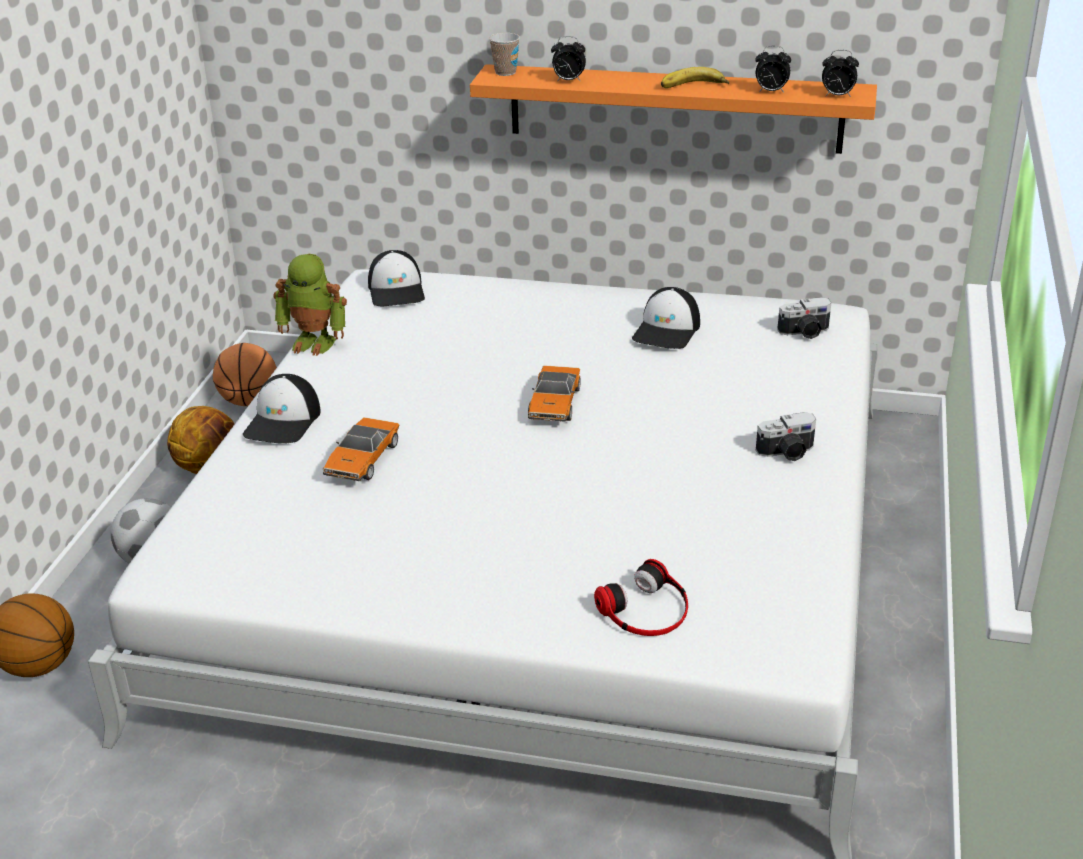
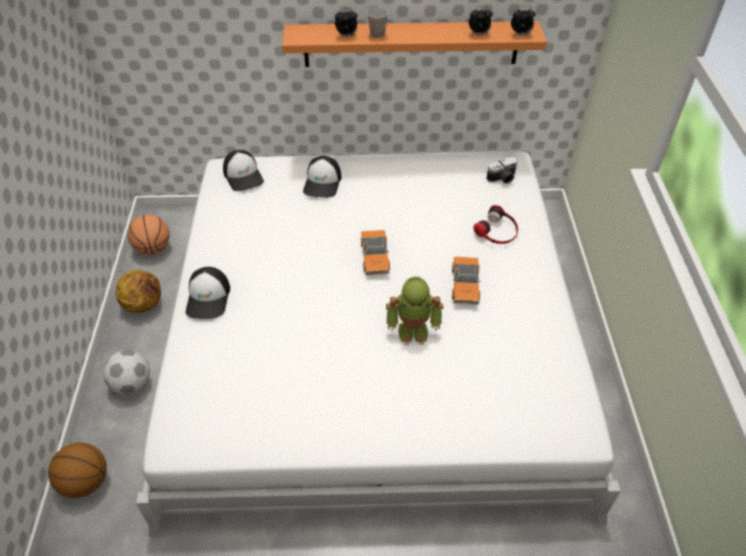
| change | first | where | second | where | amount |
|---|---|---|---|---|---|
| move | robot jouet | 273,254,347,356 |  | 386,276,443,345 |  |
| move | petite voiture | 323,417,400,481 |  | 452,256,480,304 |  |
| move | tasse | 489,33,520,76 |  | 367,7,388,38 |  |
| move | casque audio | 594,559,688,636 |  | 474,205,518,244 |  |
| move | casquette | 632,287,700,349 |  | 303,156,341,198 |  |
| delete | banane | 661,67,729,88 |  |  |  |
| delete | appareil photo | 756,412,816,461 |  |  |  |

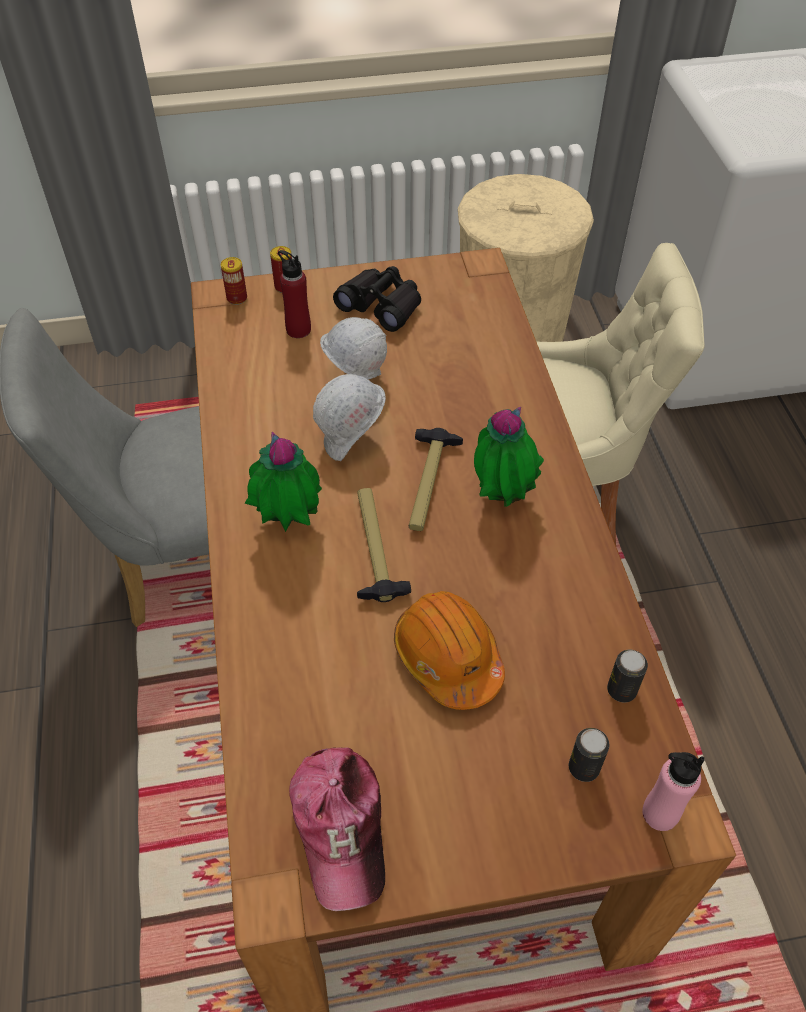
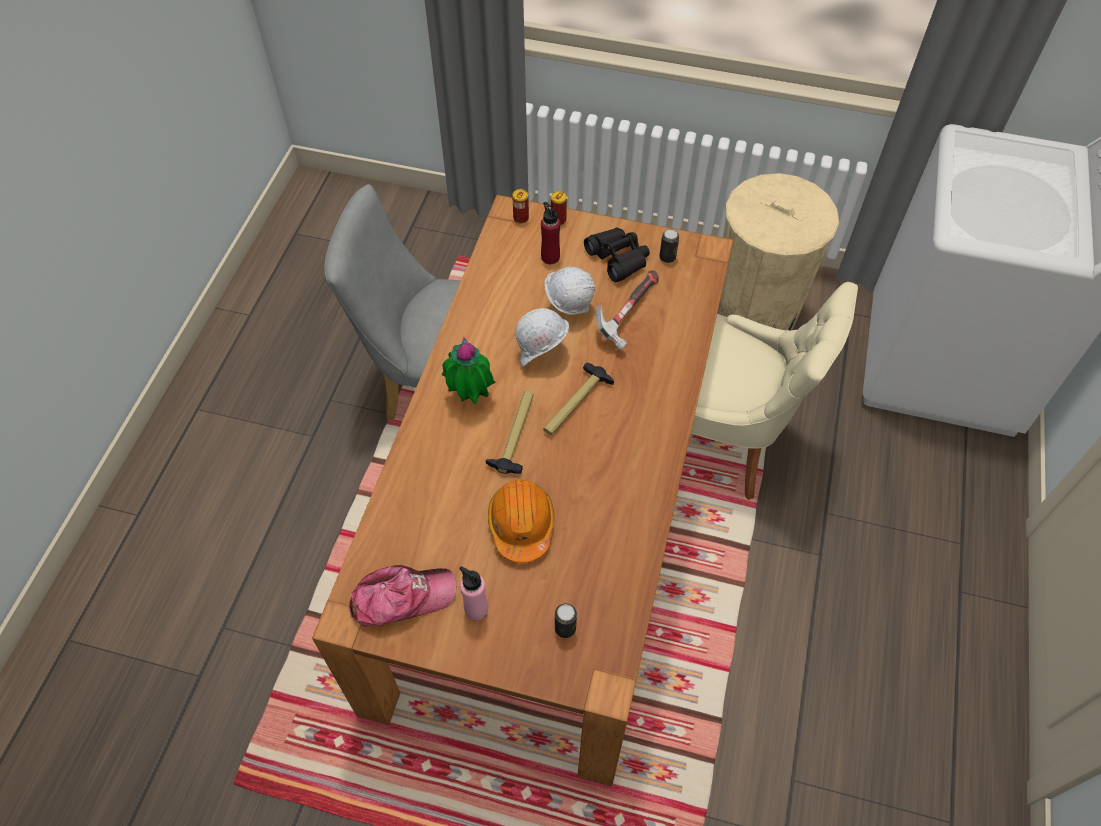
| change | first | where | second | where | amount |
|---|---|---|---|---|---|
| rotate | casquette | 289,747,385,911 |  | 349,565,456,627 | 120 degrees counterclockwise |
| delete | plante en pot | 474,407,544,507 |  |  |  |
| move | boîte métallique | 607,650,648,703 |  | 659,229,679,263 |  |
| move | bouteille (rose) | 642,752,704,831 |  | 459,566,488,621 |  |
| insert |  |  | marteau | 596,270,659,350 |  |

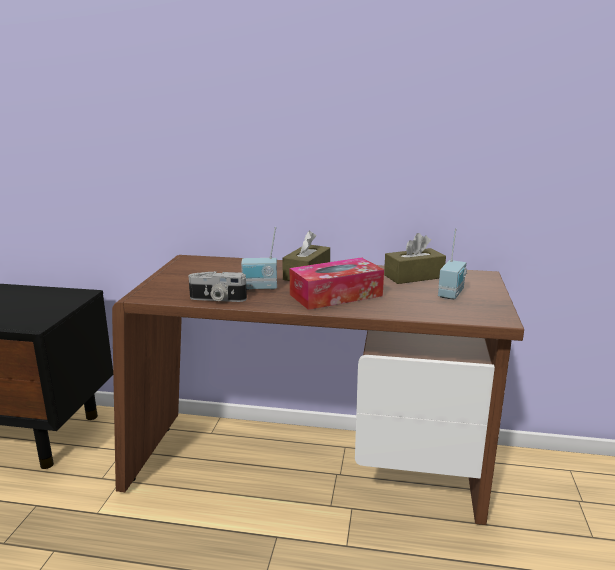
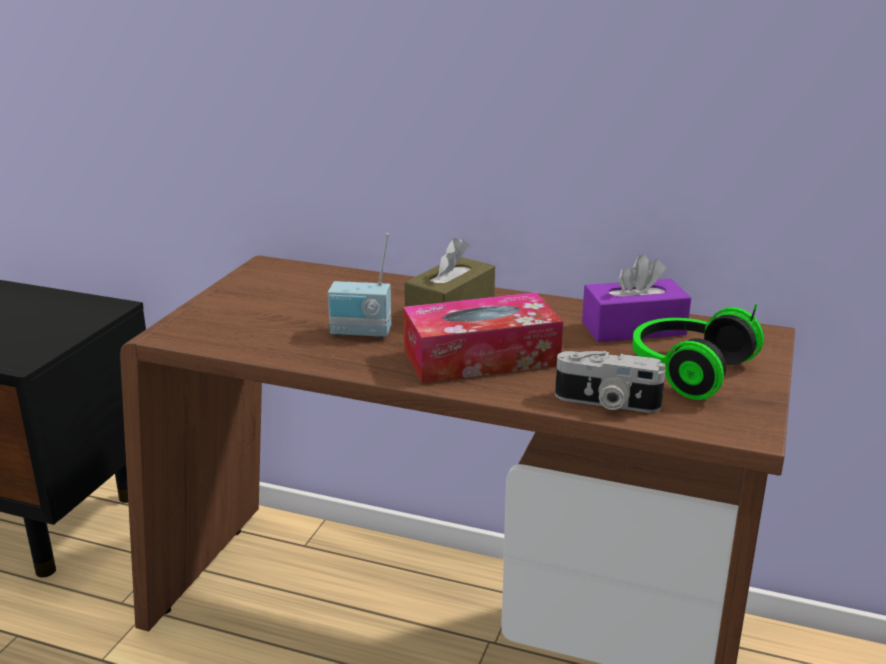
| change | first | where | second | where | amount |
|---|---|---|---|---|---|
| move | appareil photo | 188,271,247,302 |  | 555,351,666,413 |  |
| recolor | boîte à mouchoirs (marron) | 384,233,446,284 | boîte à mouchoirs (violet) | 582,254,691,342 |  |
| replace | radio | 438,228,467,300 | casque audio | 632,303,764,400 |  |

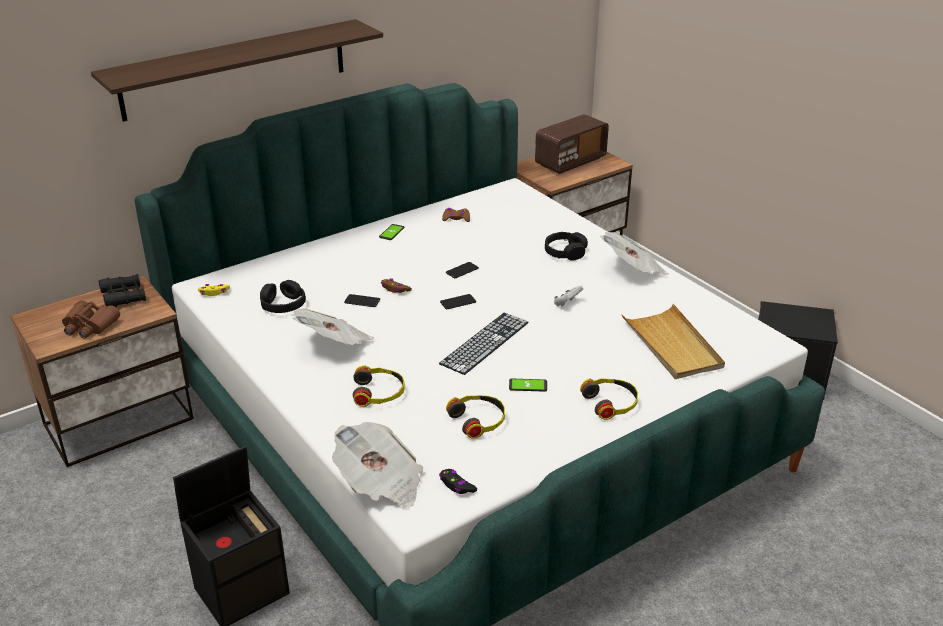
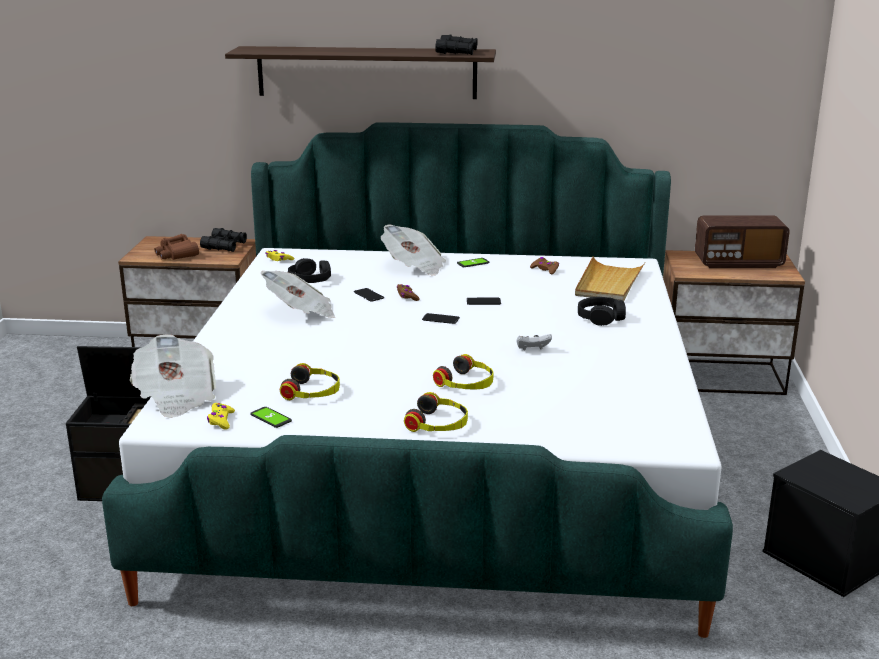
| change | first | where | second | where | amount |
|---|---|---|---|---|---|
| move | casque audio | 353,365,405,407 |  | 433,354,494,390 |  |
| delete | clavier | 439,313,529,375 |  |  |  |
| recolor | manette (noir) | 439,469,477,494 | manette (jaune) | 207,403,235,430 |  |
| move | téléphone | 509,379,547,392 |  | 250,407,292,428 |  |
| move | journal | 600,232,669,275 |  | 381,224,446,276 |  |
| move | plateau (beige) | 622,304,725,379 |  | 575,256,645,302 |  |
| insert |  |  | jumelles (noir) | 435,34,478,55 |  |

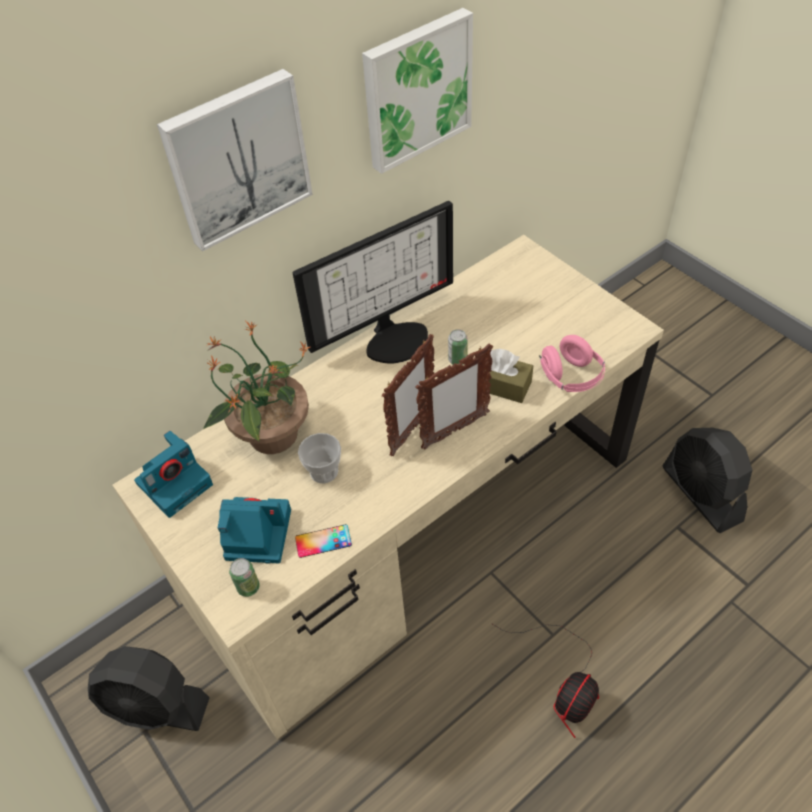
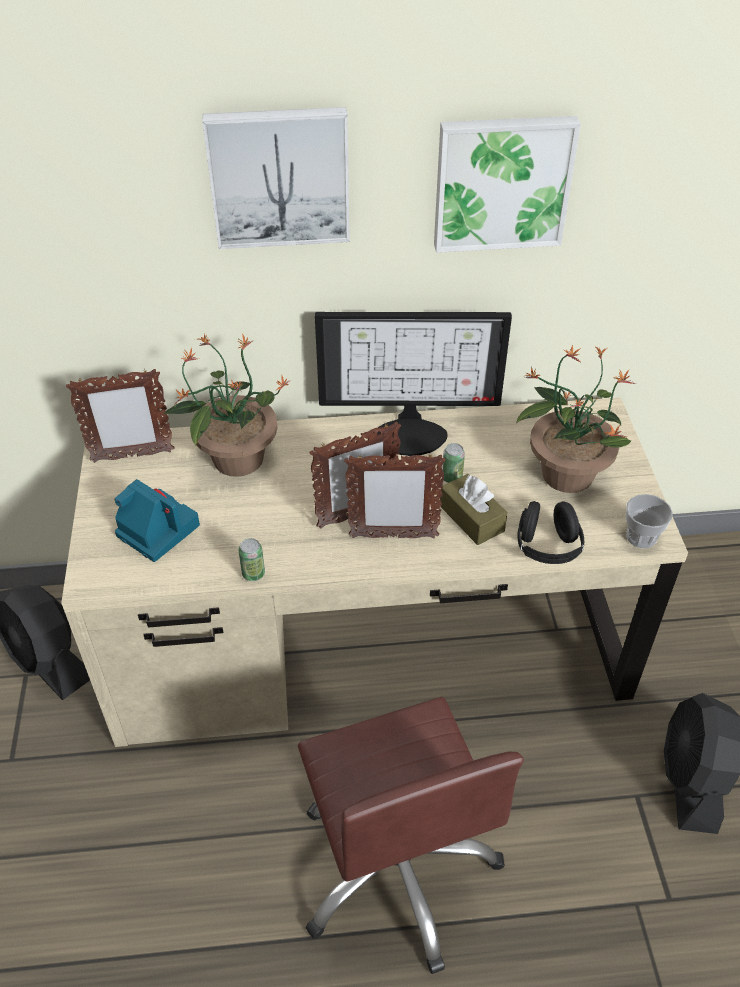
| change | first | where | second | where | amount |
|---|---|---|---|---|---|
| replace | appareil photo | 134,431,213,518 | cadre photo | 66,369,175,463 |  |
| move | boîte métallique | 229,558,260,597 |  | 239,538,265,581 |  |
| delete | téléphone | 295,524,352,558 |  |  |  |
| move | tasse | 298,433,341,484 |  | 626,494,673,548 |  |
| replace | ventilateur | 493,624,599,738 | chaise de bureau (marron) | 298,697,524,974 |  |
| recolor | casque audio (rose) | 539,335,605,392 | casque audio (noir) | 517,501,584,564 |  |
| insert |  |  | plante en pot | 516,345,636,493 |  |

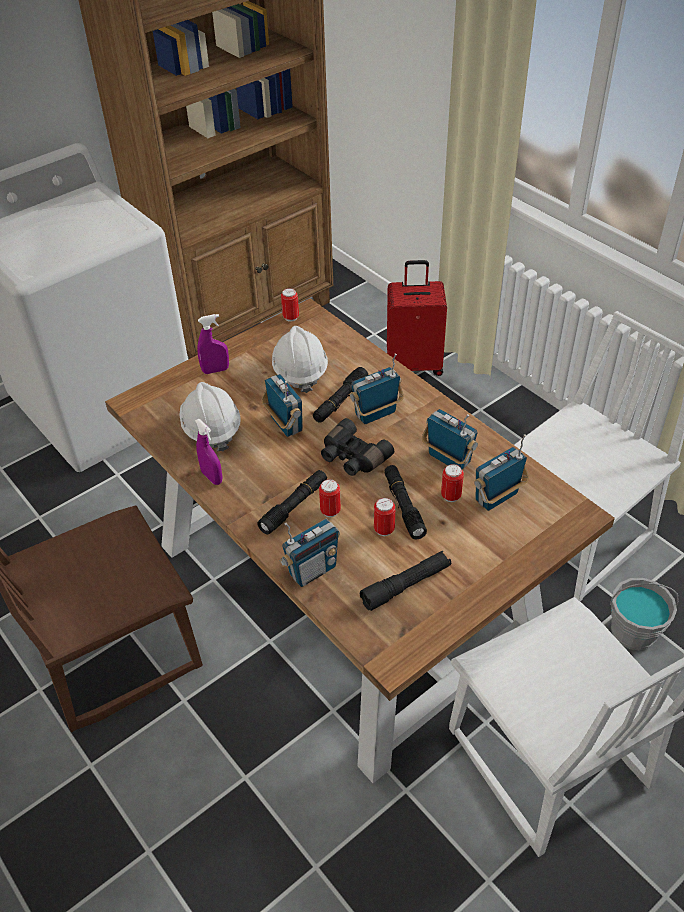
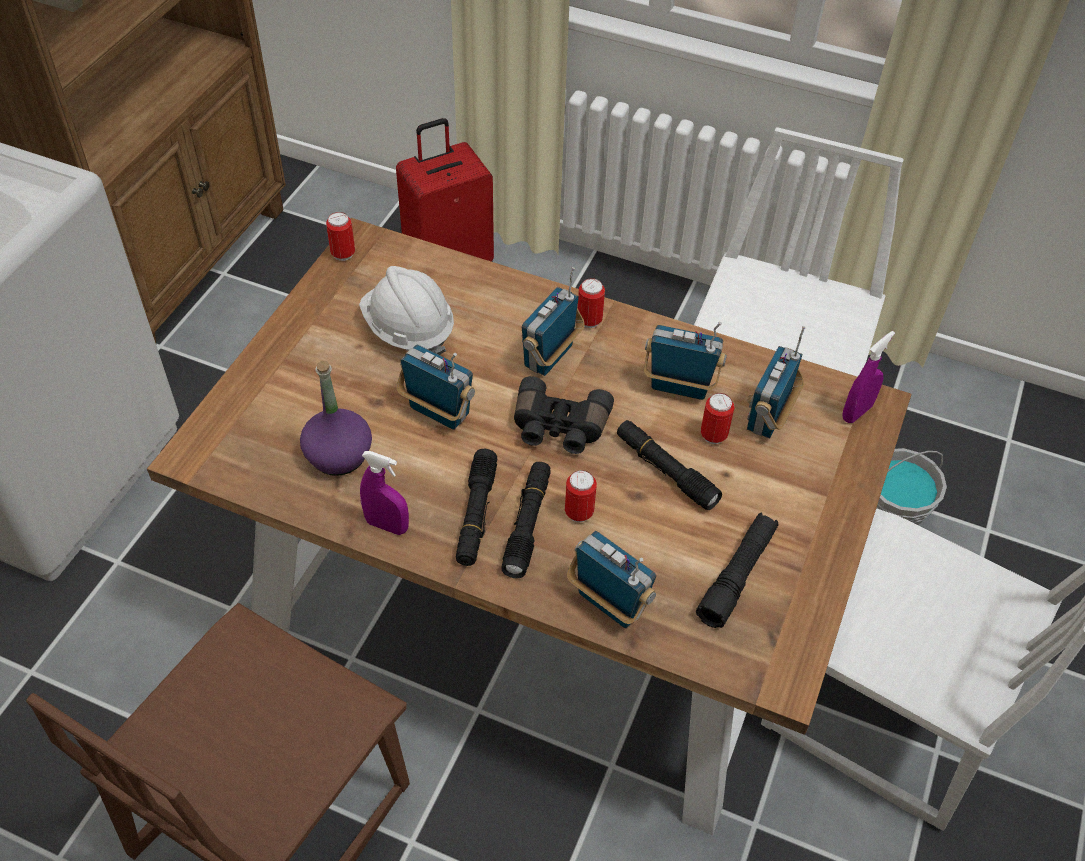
| change | first | where | second | where | amount |
|---|---|---|---|---|---|
| replace | casque de chantier (blanc) | 180,382,240,452 | bouteille (violet) | 300,361,372,476 |  |
| move | vaporisateur (violet) | 197,314,229,374 |  | 842,331,895,423 |  |
| rotate | radio | 279,519,340,587 |  | 567,531,656,628 | 75 degrees counterclockwise |
| move | lampe de poche (noir) | 313,367,368,423 |  | 456,449,497,566 |  |
| move | boîte métallique | 374,498,395,536 |  | 578,278,605,328 |  |

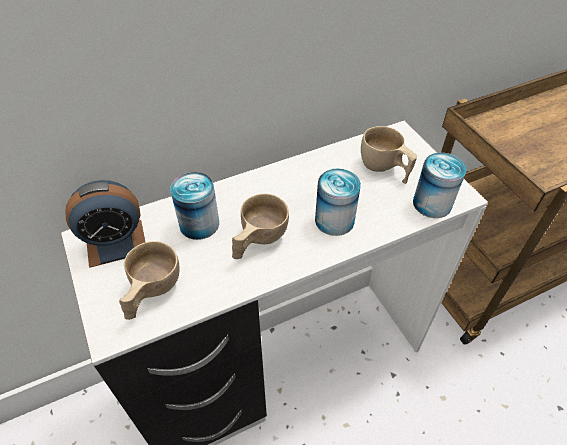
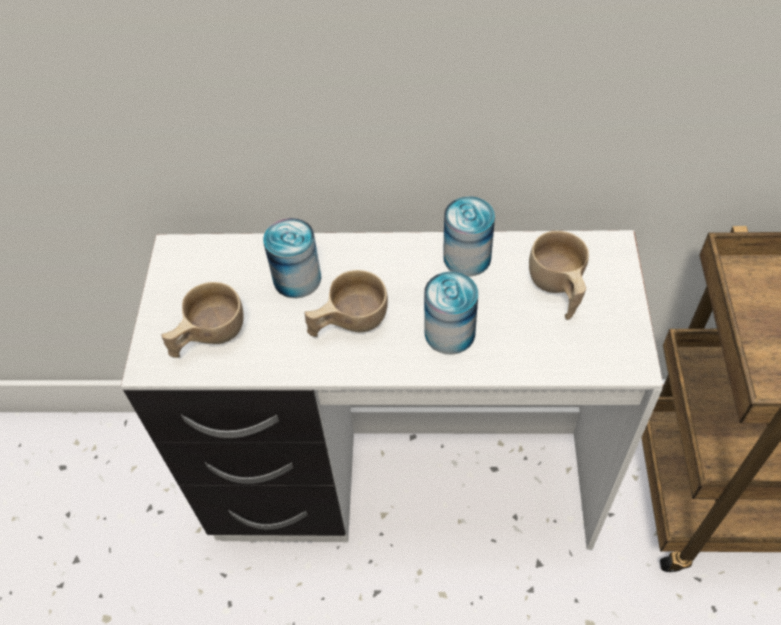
| change | first | where | second | where | amount |
|---|---|---|---|---|---|
| delete | réveil | 65,180,145,268 |  |  |  |
| move | boîte métallique | 413,153,466,218 |  | 443,196,495,276 |  |

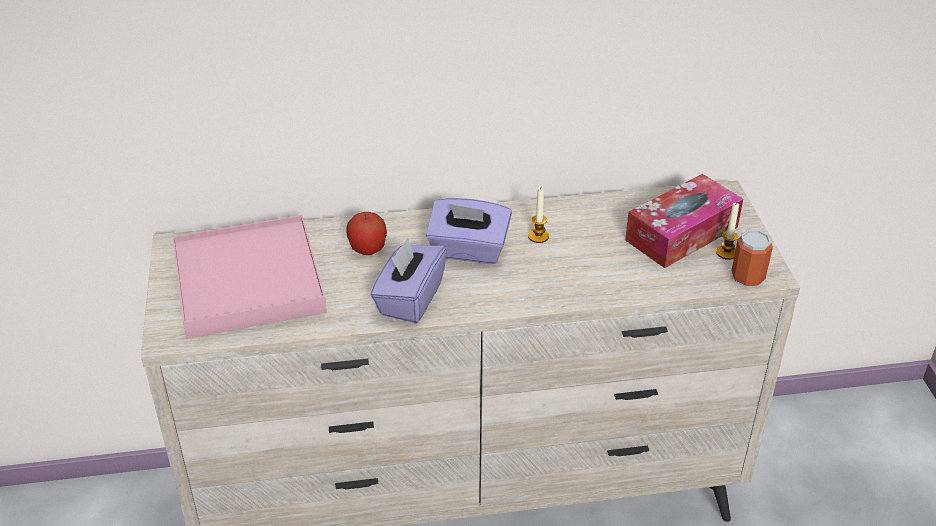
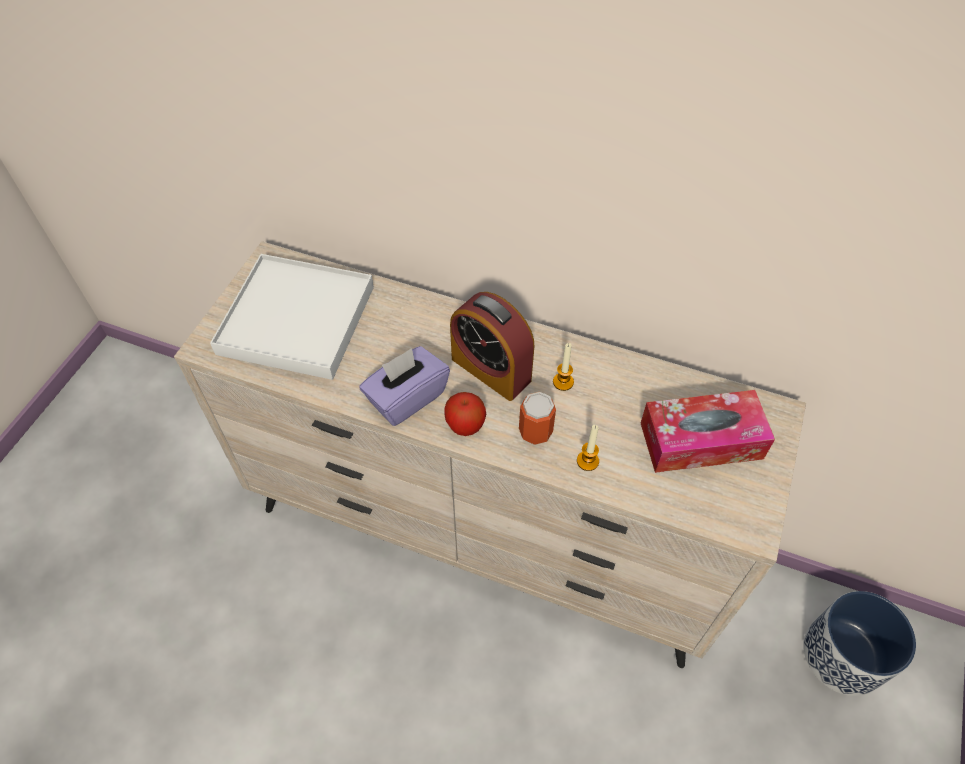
| change | first | where | second | where | amount |
|---|---|---|---|---|---|
| recolor | plateau (rose) | 172,215,327,339 | plateau (blanc) | 210,254,374,380 |  |
| move | pomme | 347,212,387,255 |  | 444,392,486,436 |  |
| replace | boîte à mouchoirs (violet) | 426,198,512,264 | réveil | 450,292,534,401 |  |
| move | bougie | 716,202,739,260 |  | 577,425,599,471 |  |
| move | boîte métallique | 731,230,773,287 |  | 519,392,556,445 |  |
| insert |  |  | cache-pot | 804,591,916,696 |  |

